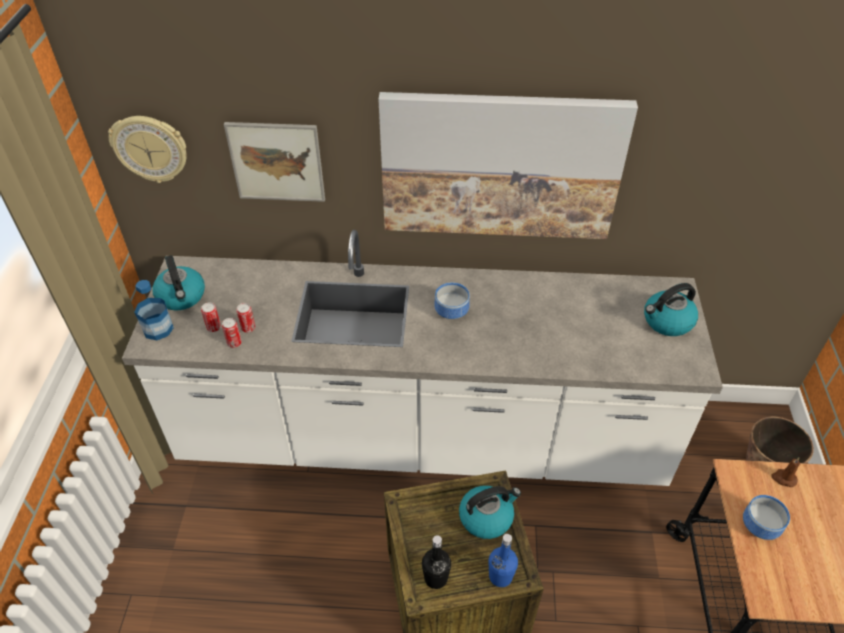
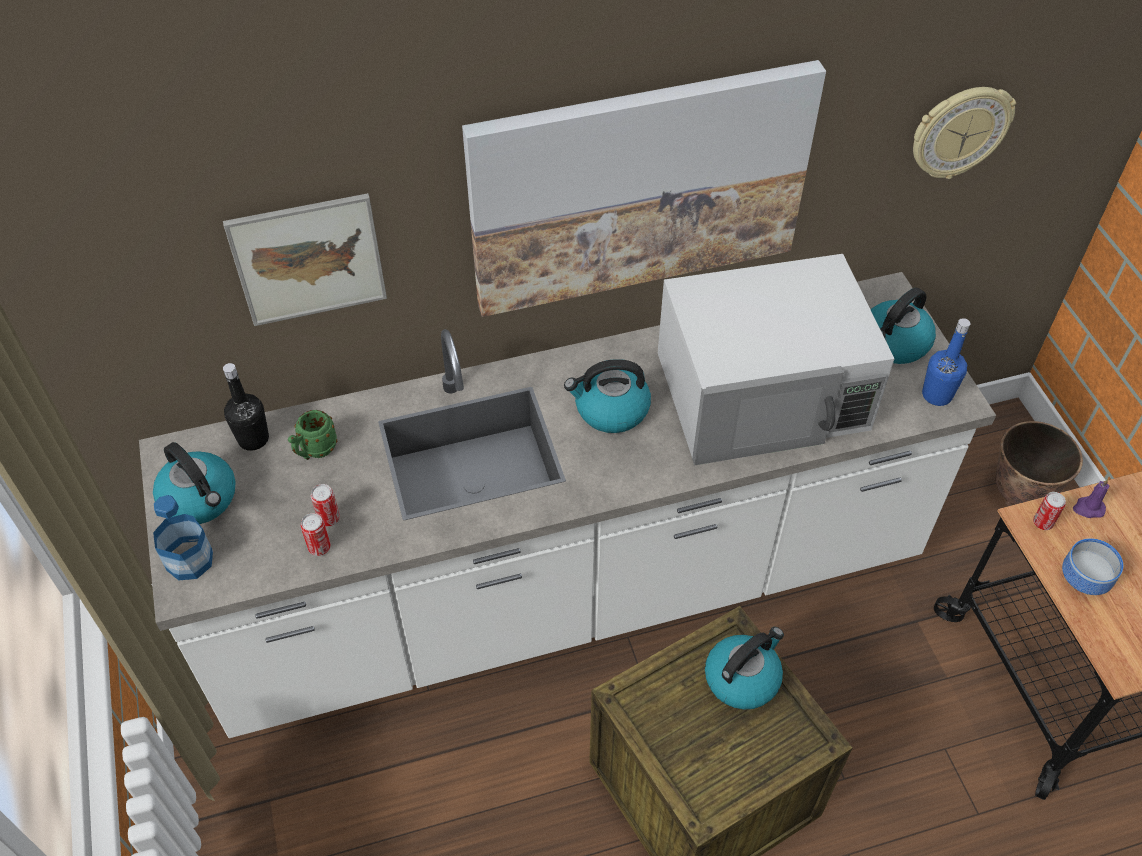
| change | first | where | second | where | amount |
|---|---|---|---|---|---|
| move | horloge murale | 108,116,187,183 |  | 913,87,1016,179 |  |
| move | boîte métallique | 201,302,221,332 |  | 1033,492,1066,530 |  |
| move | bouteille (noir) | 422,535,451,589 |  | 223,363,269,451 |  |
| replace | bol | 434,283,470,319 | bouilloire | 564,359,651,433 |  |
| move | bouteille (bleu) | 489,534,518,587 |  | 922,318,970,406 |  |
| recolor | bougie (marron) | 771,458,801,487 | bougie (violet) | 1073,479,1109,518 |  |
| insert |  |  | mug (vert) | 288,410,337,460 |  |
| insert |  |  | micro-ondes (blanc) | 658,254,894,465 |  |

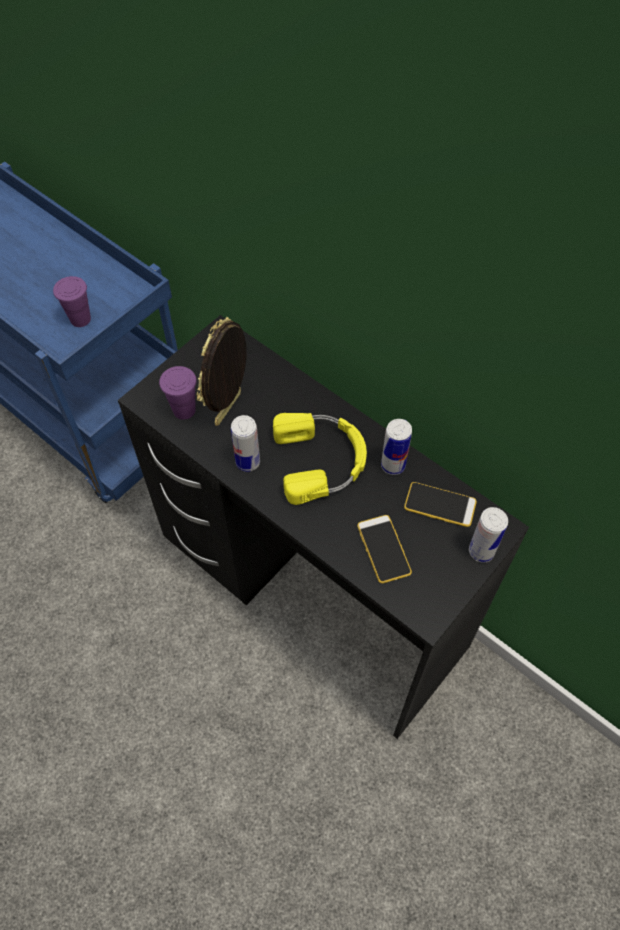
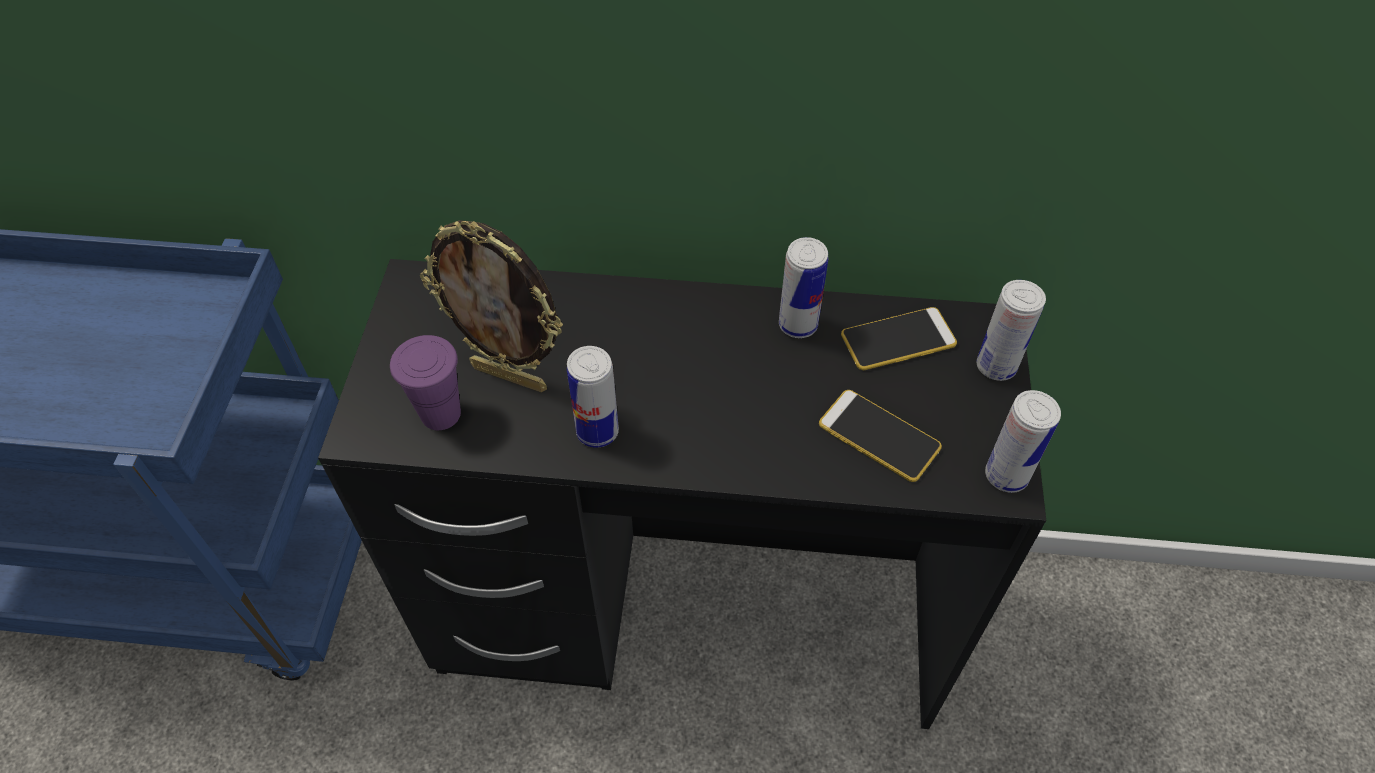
| change | first | where | second | where | amount |
|---|---|---|---|---|---|
| delete | tasse (violet) | 53,276,91,327 |  |  |  |
| rotate | cadre photo | 197,317,247,426 |  | 420,220,563,392 | 60 degrees counterclockwise |
| delete | casque audio (jaune) | 273,413,367,505 |  |  |  |
| insert |  |  | boîte métallique | 985,390,1061,493 |  |

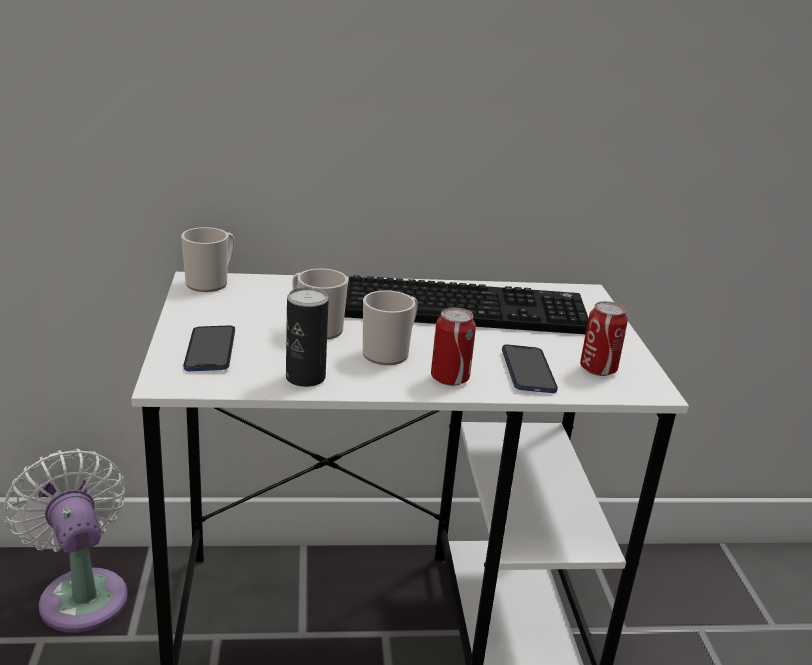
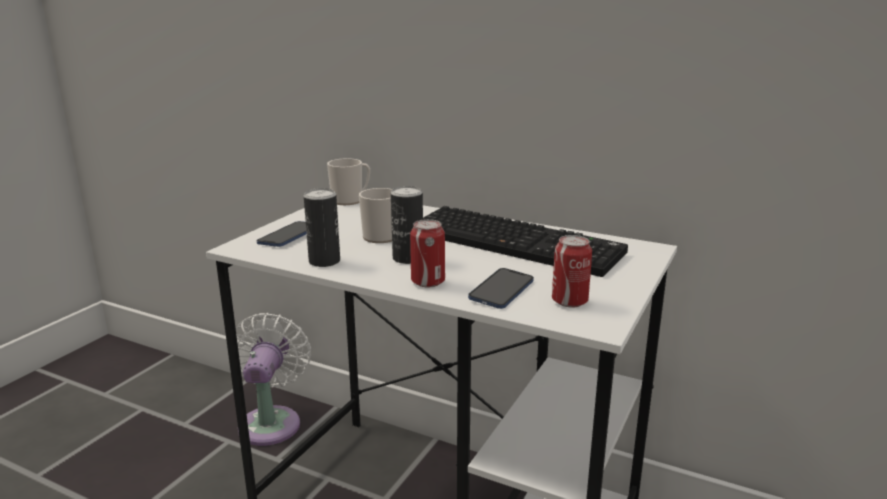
| change | first | where | second | where | amount |
|---|---|---|---|---|---|
| replace | mug | 363,290,418,365 | boîte métallique | 391,186,423,264 |  |

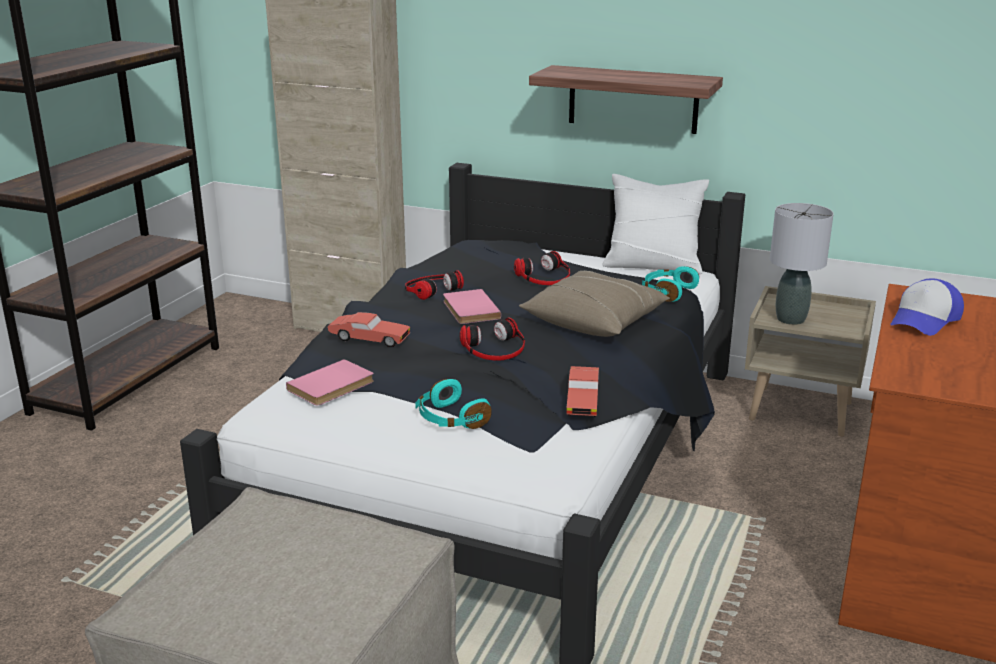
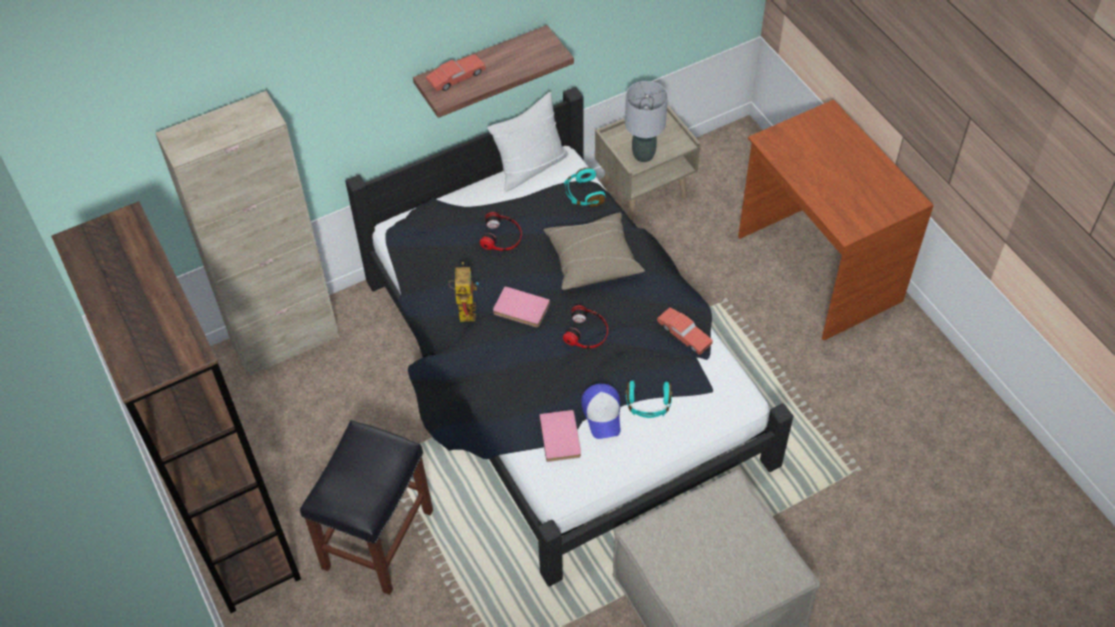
| change | first | where | second | where | amount |
|---|---|---|---|---|---|
| move | petite voiture (rouge) | 327,312,410,347 |  | 426,54,486,91 |  |
| replace | casque audio | 405,270,464,300 | robot jouet | 448,262,479,322 |  |
| move | casquette | 890,279,964,336 |  | 581,384,620,439 |  |
| insert |  |  | tabouret (noir) | 300,420,433,595 |  |

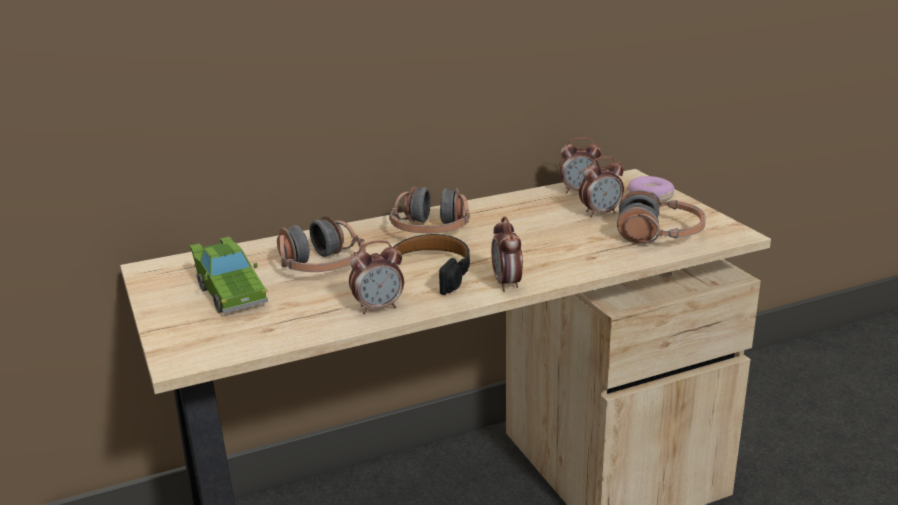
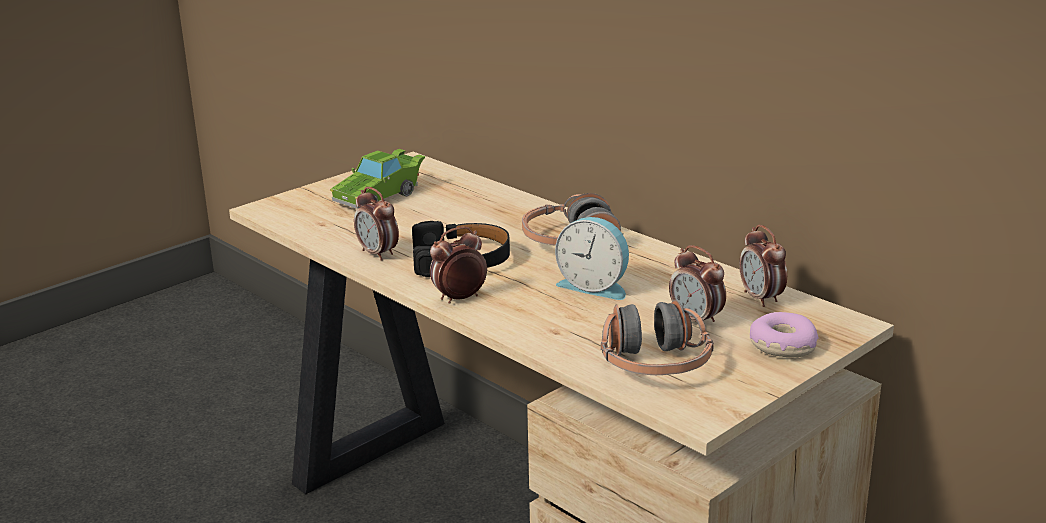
| change | first | where | second | where | amount |
|---|---|---|---|---|---|
| delete | casque audio | 277,216,365,272 |  |  |  |
| insert |  |  | réveil | 555,217,629,300 |  |

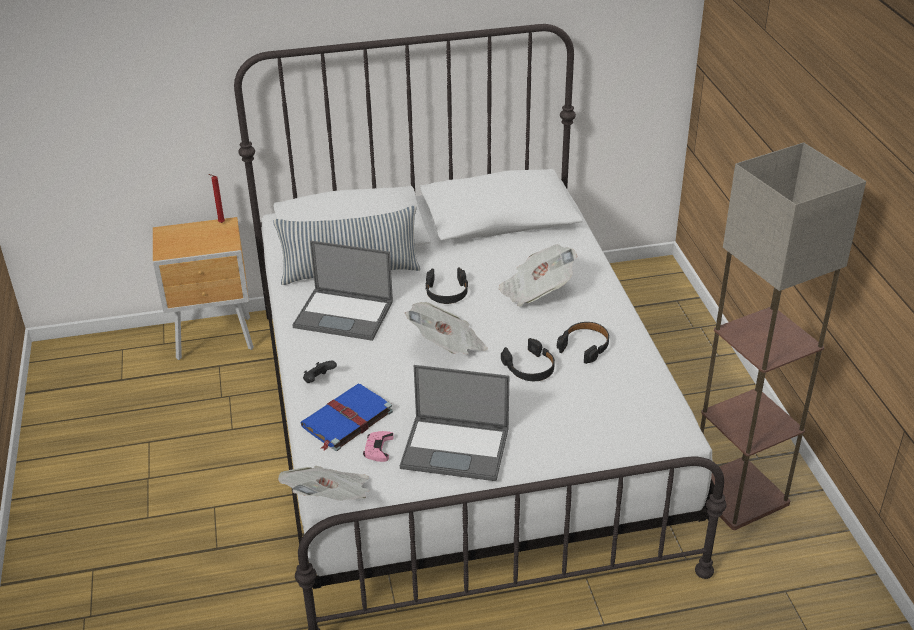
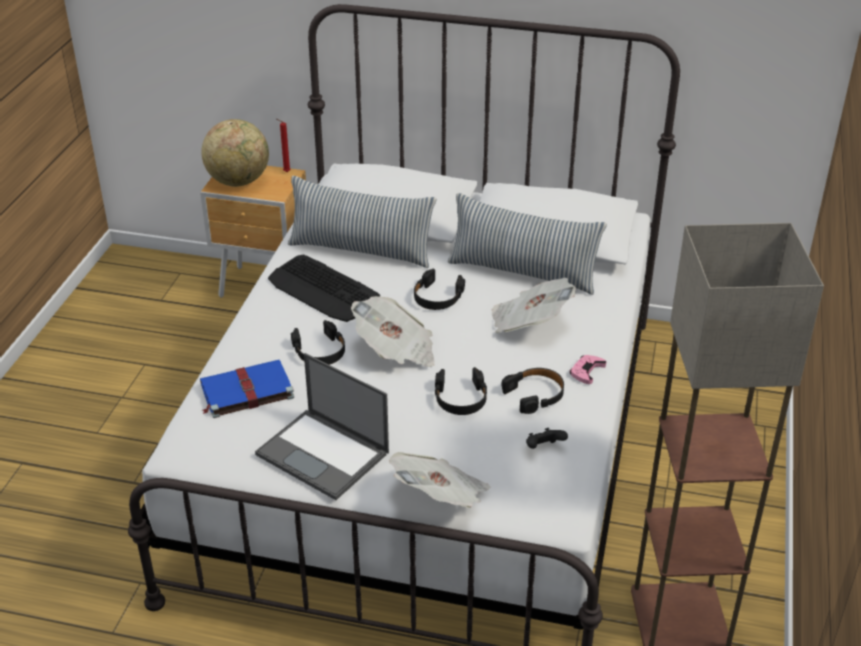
| change | first | where | second | where | amount |
|---|---|---|---|---|---|
| move | journal | 278,466,370,501 |  | 389,452,490,508 |  |
| replace | ordinateur portable | 292,240,393,341 | clavier | 268,254,380,322 |  |
| move | manette (noir) | 303,361,337,383 |  | 526,428,568,449 |  |
| move | manette (rose) | 363,431,393,462 |  | 570,355,606,384 |  |
| insert |  |  | globe | 201,119,269,187 |  |
| insert |  |  | casque audio (noir) | 291,320,345,365 |  |
| insert |  |  | coussin | 448,193,607,295 |  |

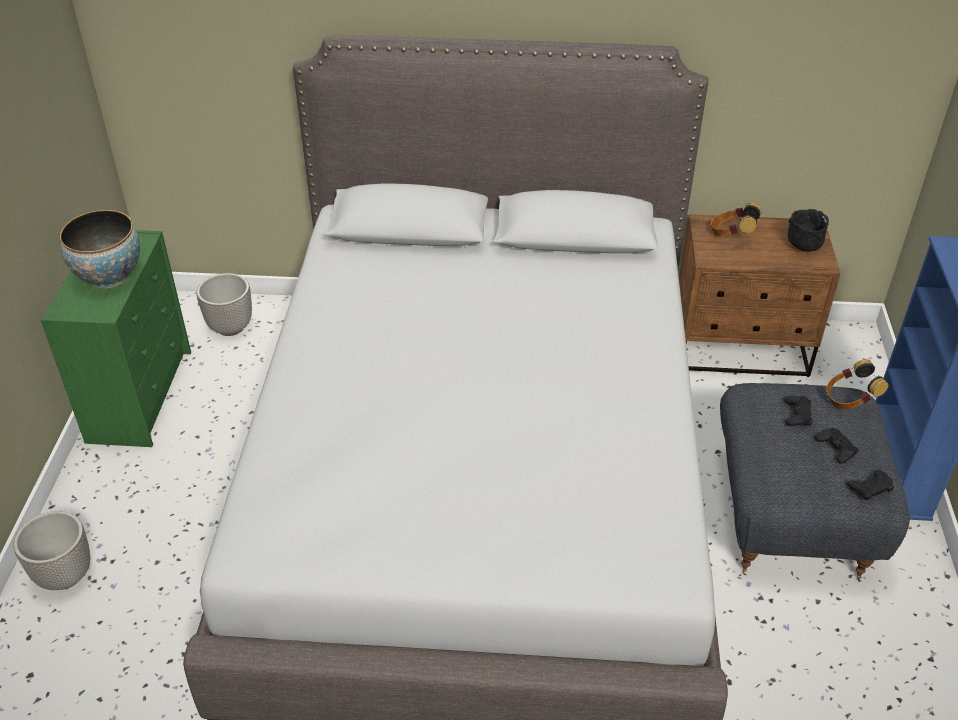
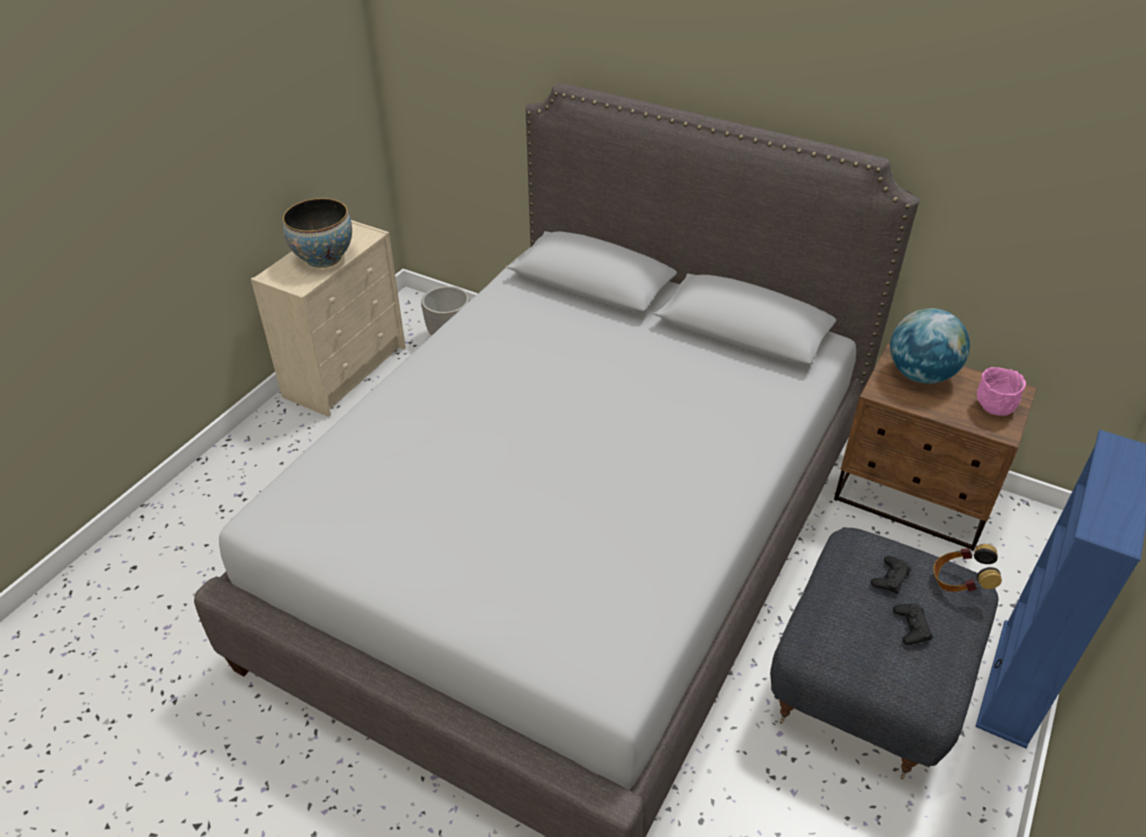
| change | first | where | second | where | amount |
|---|---|---|---|---|---|
| delete | cache-pot | 13,511,90,590 |  |  |  |
| recolor | commode (vert) | 41,230,191,447 | commode (beige) | 251,220,406,417 |  |
| replace | casque audio | 711,203,762,236 | globe | 890,308,970,384 |  |
| recolor | bol (noir) | 788,209,829,252 | bol (rose) | 977,367,1026,416 |  |
| delete | manette (noir) | 847,470,894,501 |  |  |  |

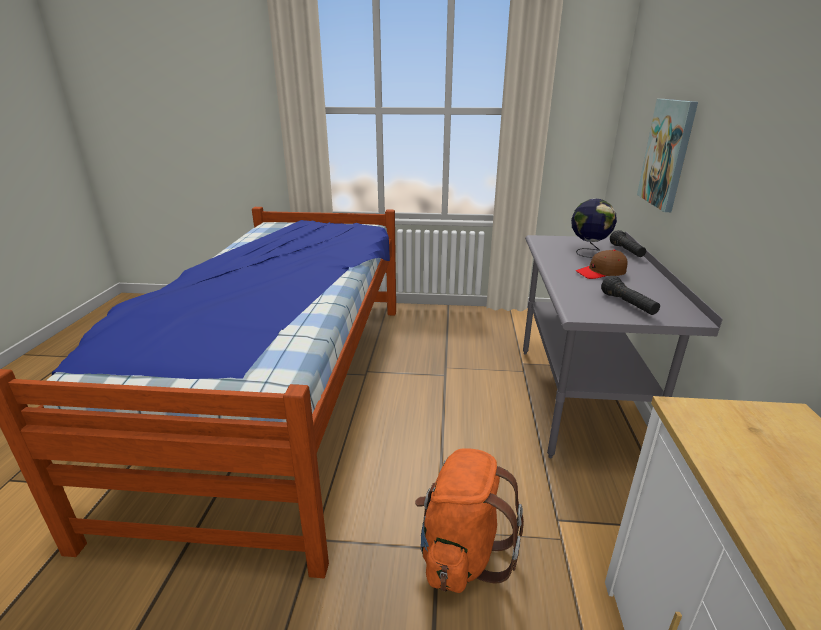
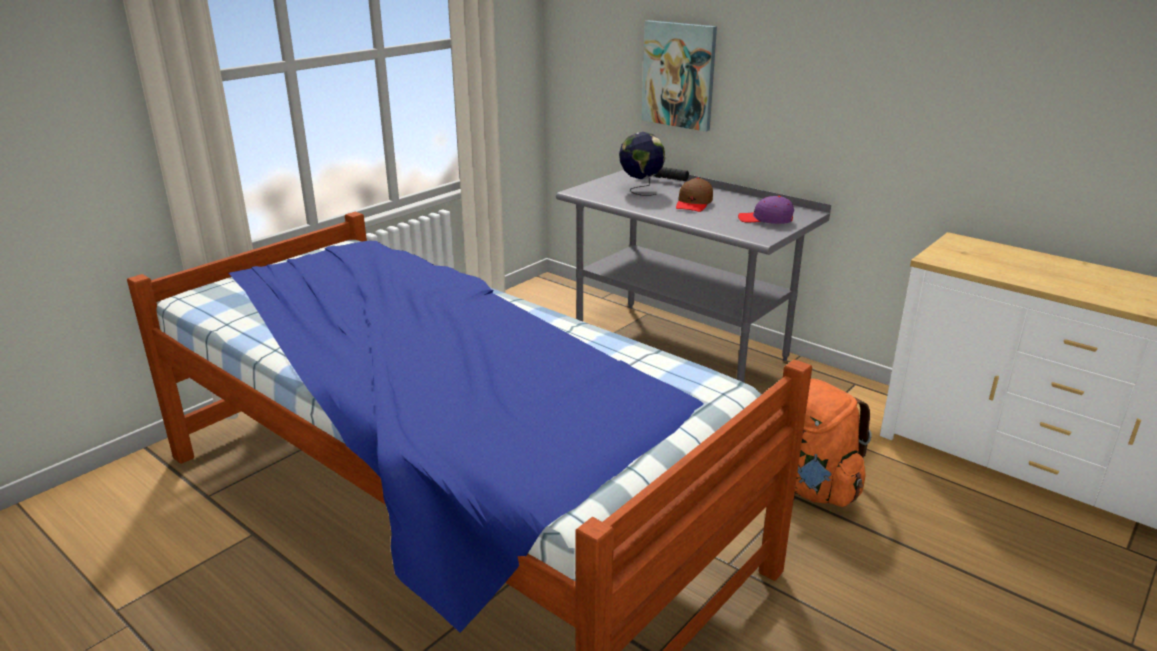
| change | first | where | second | where | amount |
|---|---|---|---|---|---|
| replace | lampe de poche (noir) | 601,276,660,315 | casquette (violet) | 738,196,794,224 |  |

